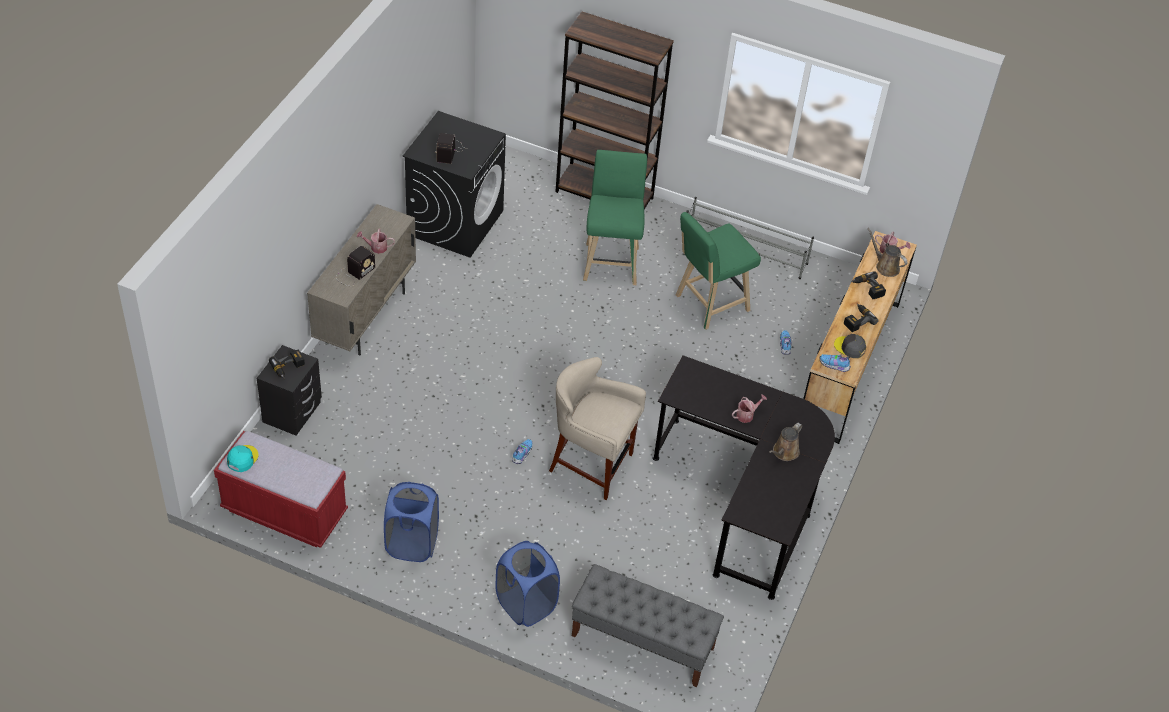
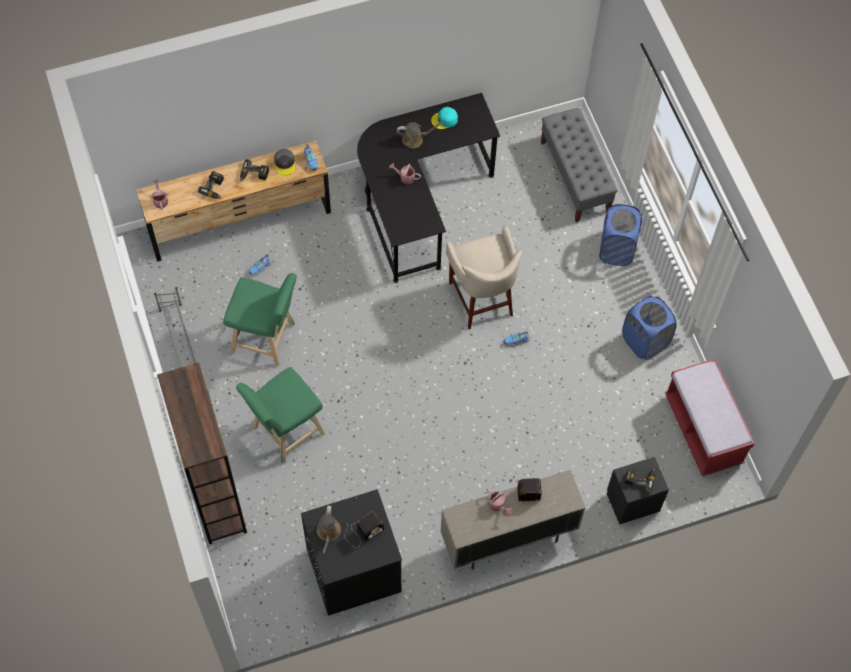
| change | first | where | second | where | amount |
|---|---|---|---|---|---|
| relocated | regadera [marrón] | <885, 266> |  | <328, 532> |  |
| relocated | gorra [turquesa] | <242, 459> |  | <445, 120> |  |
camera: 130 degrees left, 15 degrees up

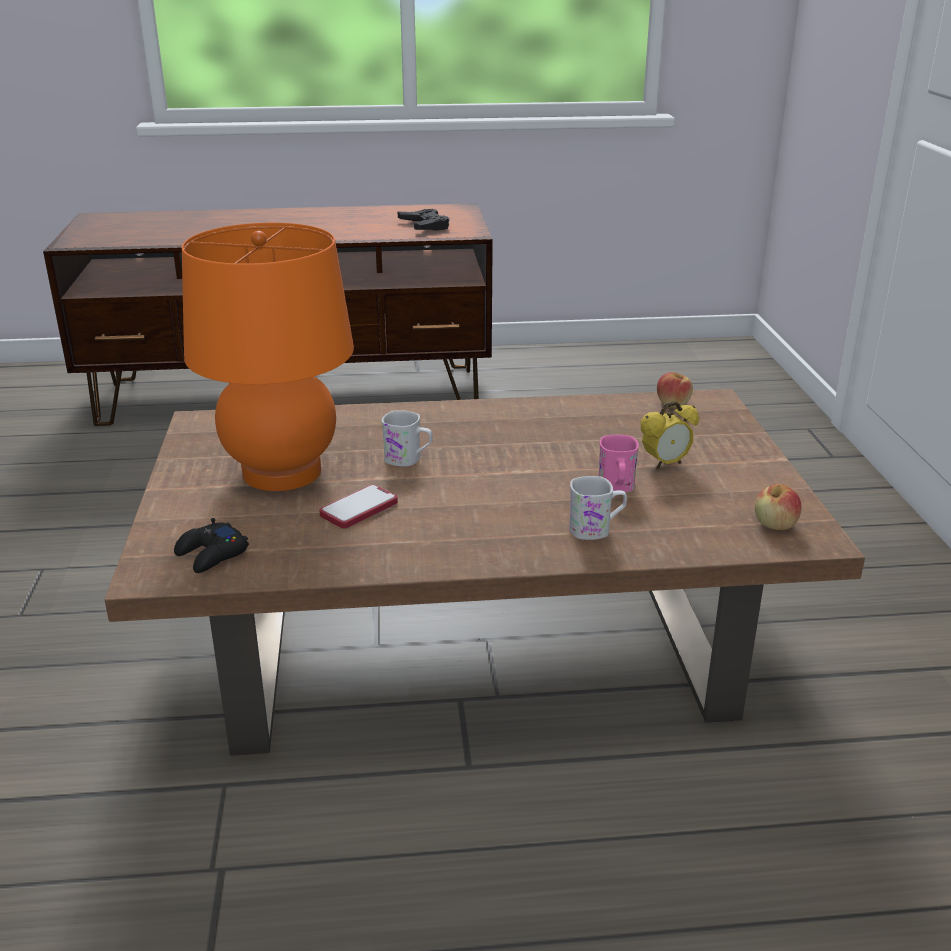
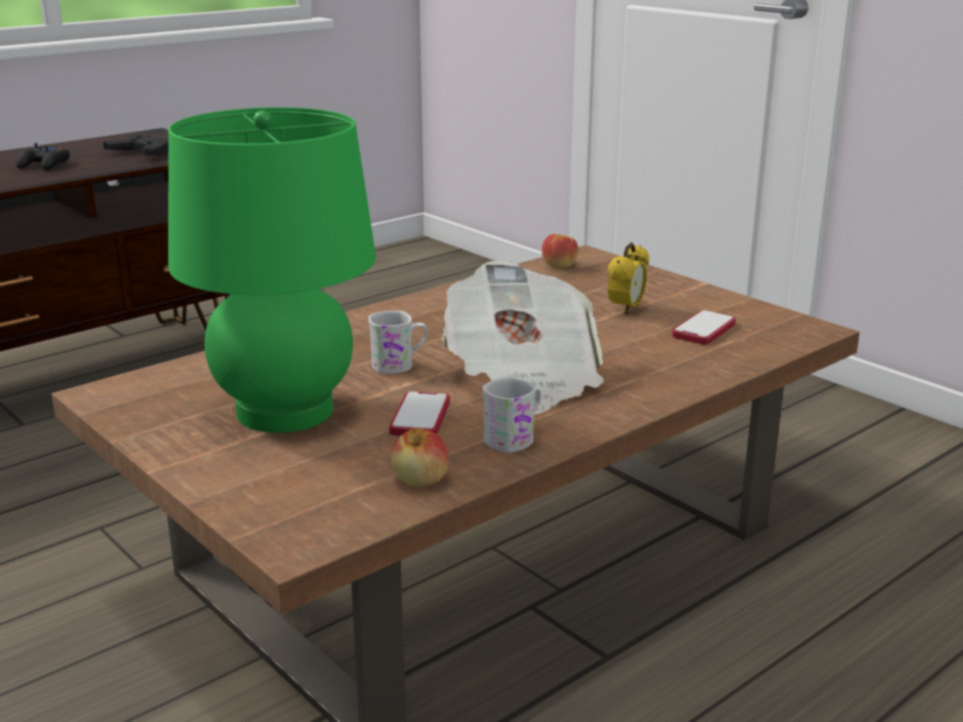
| change | first | where | second | where | amount |
|---|---|---|---|---|---|
| relocated | mando de consola [negro] | <212, 554> |  | <44, 165> |  |
| colour | lámpara de mesa [naranja] | <282, 472> | lámpara de mesa [verde] | <285, 411> |  |
| relocated | manzana | <775, 524> |  | <420, 480> |  |
| appeared |  |  | periódico | <523, 378> |  |
| relocated | taza grande [blanco] | <596, 529> |  | <514, 438> |  |
| appeared |  |  | móvil | <703, 330> |  |
| missing | taza grande [rosa] | <617, 488> |  |  |  |
camera: 35 degrees left, 5 degrees down

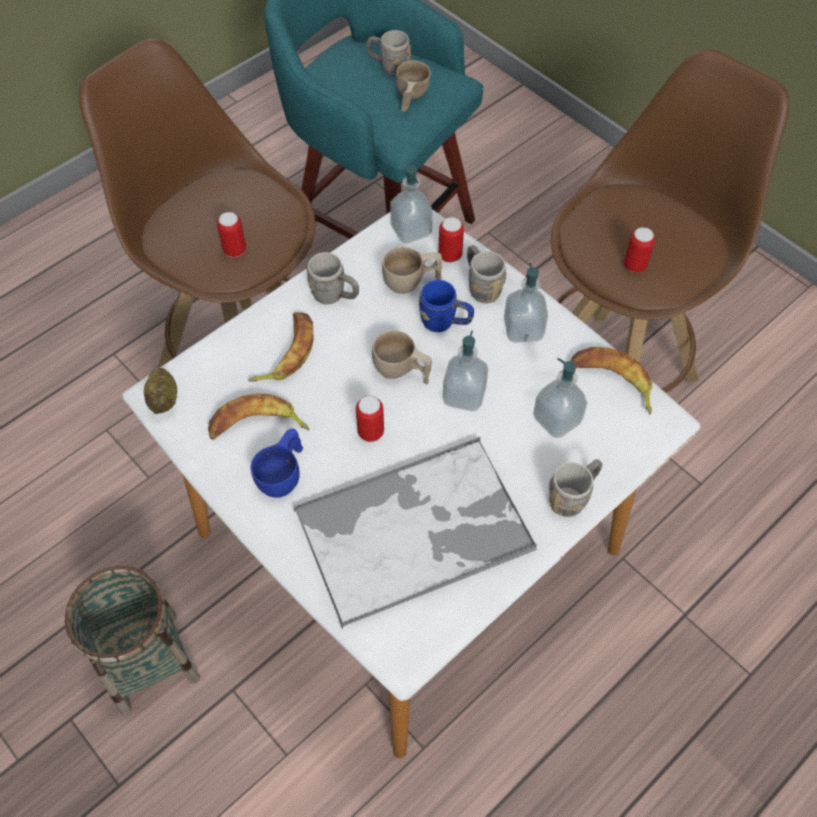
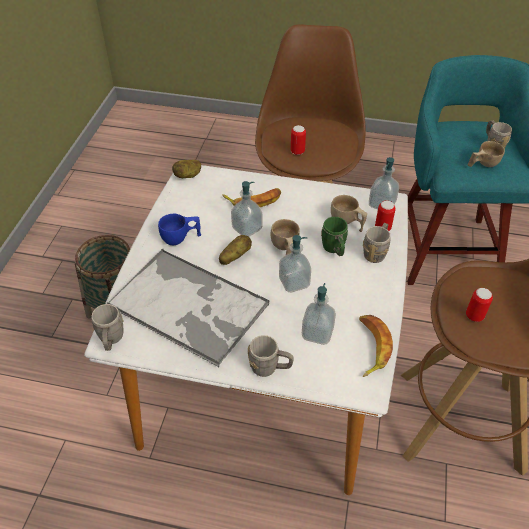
| change | first | where | second | where | amount |
|---|---|---|---|---|---|
| relocated | taza grande [gris] | <334, 296> |  | <111, 340> |  |
| exchanged | lata | <370, 432> | patata | <235, 257> |  |
| relocated | dispensador de jabón | <523, 329> |  | <247, 228> |  |
| colour | taza grande [azul] | <445, 323> | taza grande [verde] | <334, 249> |  |
| missing | plátano | <257, 426> |  |  |  |
camera: 55 degrees right, 10 degrees down

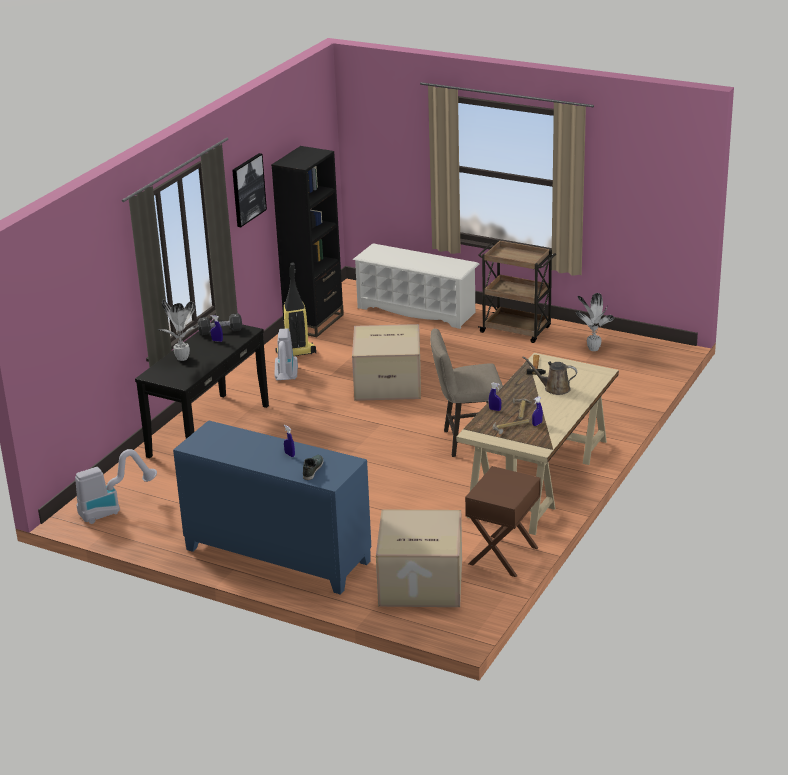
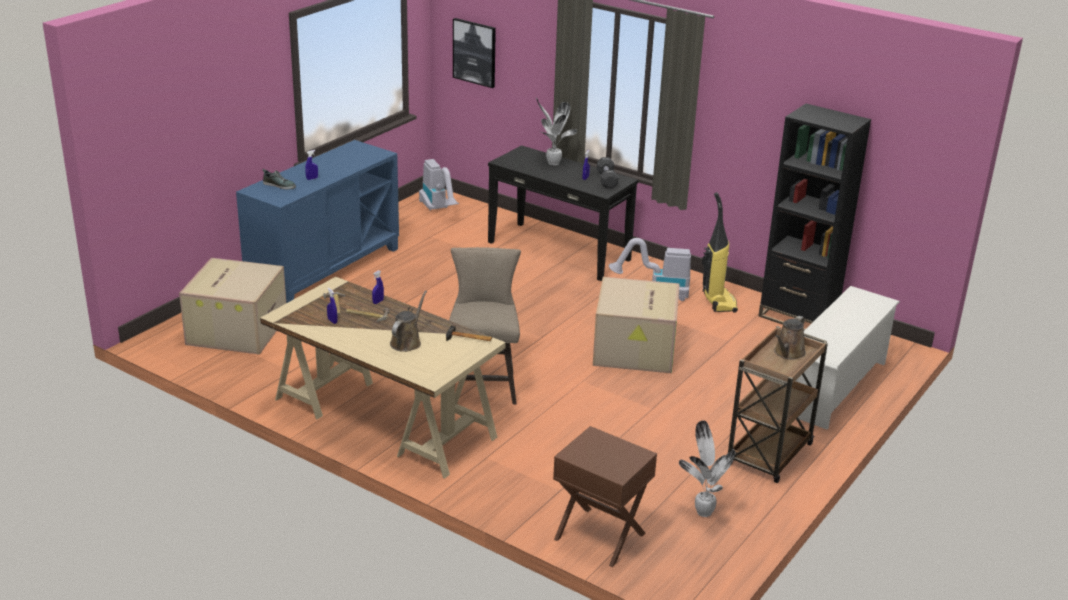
| change | first | where | second | where | amount |
|---|---|---|---|---|---|
| relocated | cuadro | <248, 189> |  | <475, 52> |  |
| relocated | mesita de noche [marrón] | <504, 556> |  | <599, 537> |  |
| appeared |  |  | regadera [marrón] | <788, 353> |  |
camera: 95 degrees right, 0 degrees up

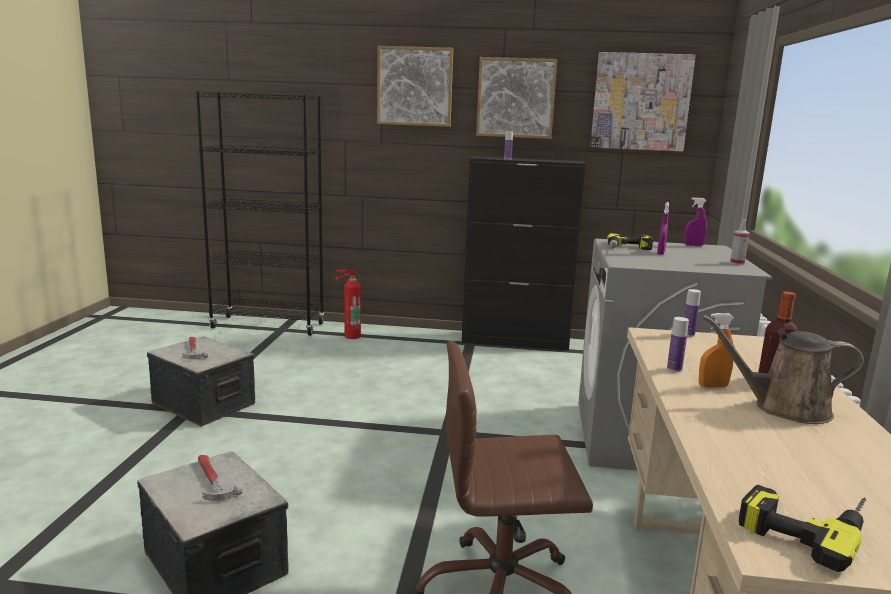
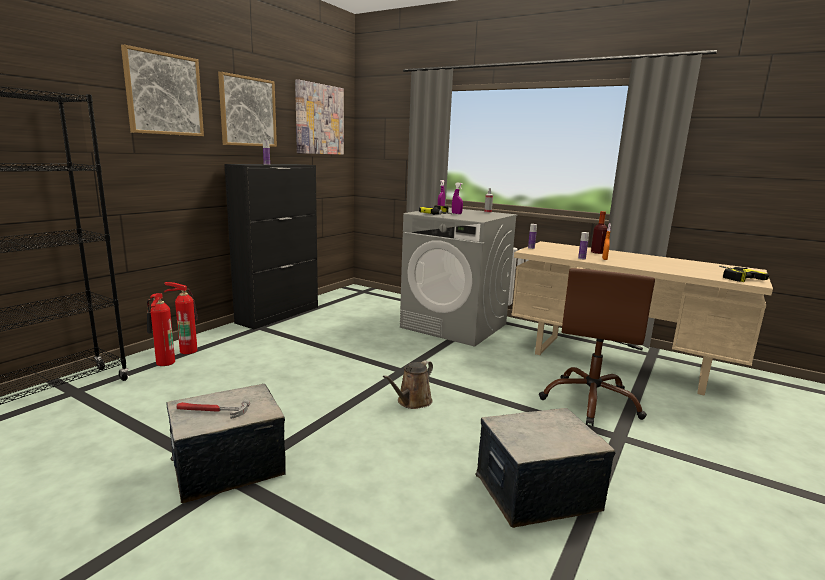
| change | first | where | second | where | amount |
|---|---|---|---|---|---|
| appeared |  |  | extintor | <188, 350> |  |
| relocated | regadera [marrón] | <784, 408> |  | <412, 402> |  |
| missing | martillo | <211, 480> |  |  |  |
camera: 65 degrees left, 0 degrees up

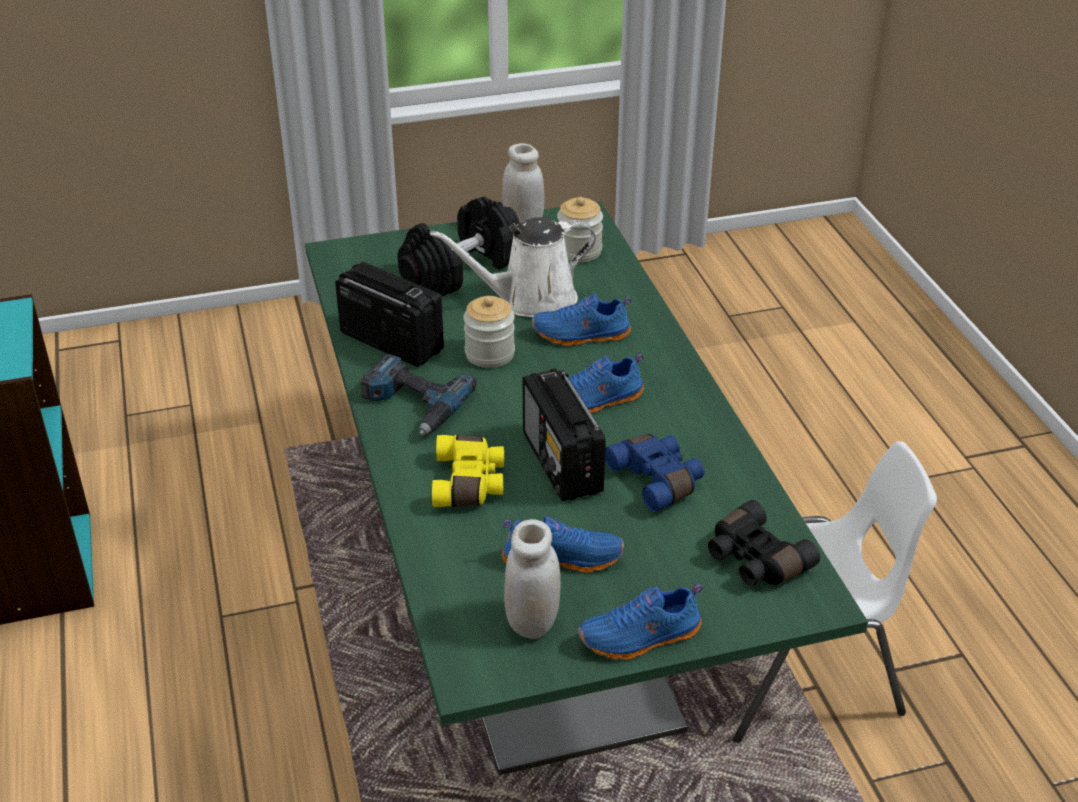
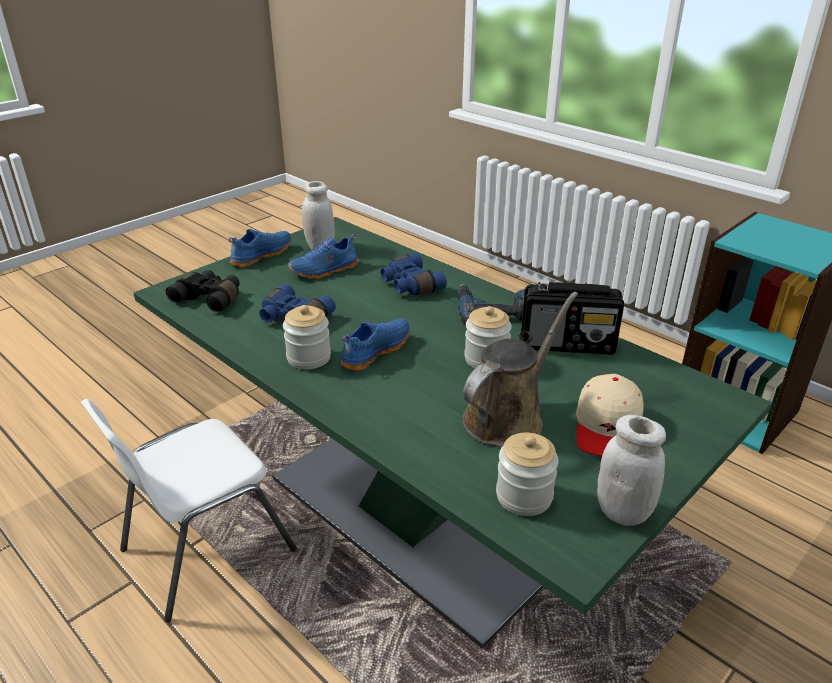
| change | first | where | second | where | amount |
|---|---|---|---|---|---|
| appeared |  |  | tarro | <309, 358> |  |
| colour | prismáticos [amarillo] | <470, 483> | prismáticos [azul] | <410, 285> |  |
| colour | regadera [blanco] | <530, 300> | regadera [marrón] | <508, 417> |  |
| exchanged | mancuerna [negro] | <461, 268> | gorra [beis] | <607, 427> |  |
| missing | radio | <562, 464> |  |  |  |
| missing | zapato [azul] | <581, 335> |  |  |  |
camera: 150 degrees right, 5 degrees down

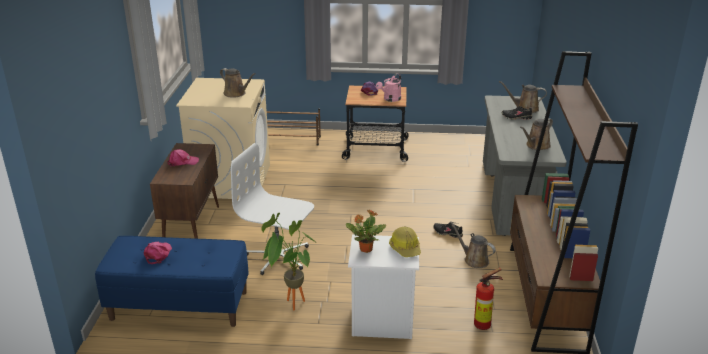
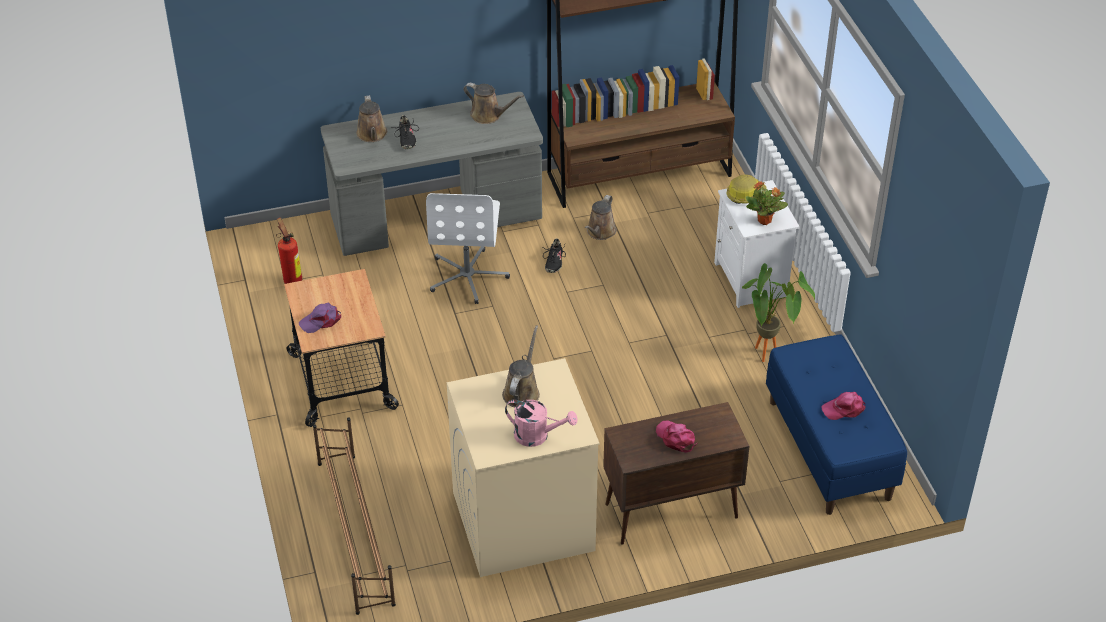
| change | first | where | second | where | amount |
|---|---|---|---|---|---|
| relocated | extintor | <485, 325> |  | <292, 279> |  |
| relocated | silla de oficina [blanco] | <278, 257> |  | <468, 276> |  |
| relocated | regadera [rosa] | <390, 99> |  | <537, 436> |  |
camera: 110 degrees left, 15 degrees up

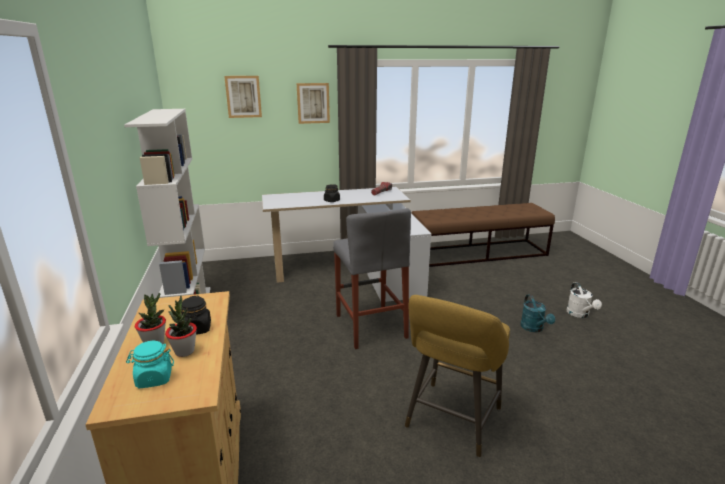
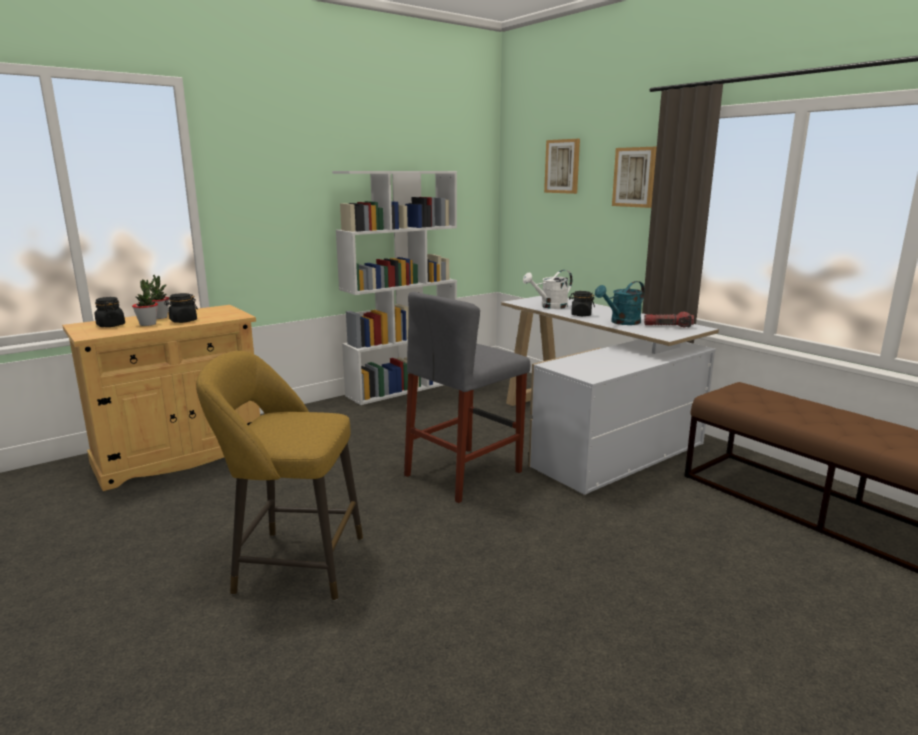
| change | first | where | second | where | amount |
|---|---|---|---|---|---|
| colour | tarro [turquesa] | <154, 378> | tarro [negro] | <110, 325> |  |
| relocated | regadera [blanco] | <580, 314> |  | <550, 306> |  |
| relocated | regadera [turquesa] | <534, 328> |  | <621, 322> |  |
camera: 65 degrees right, 5 degrees down

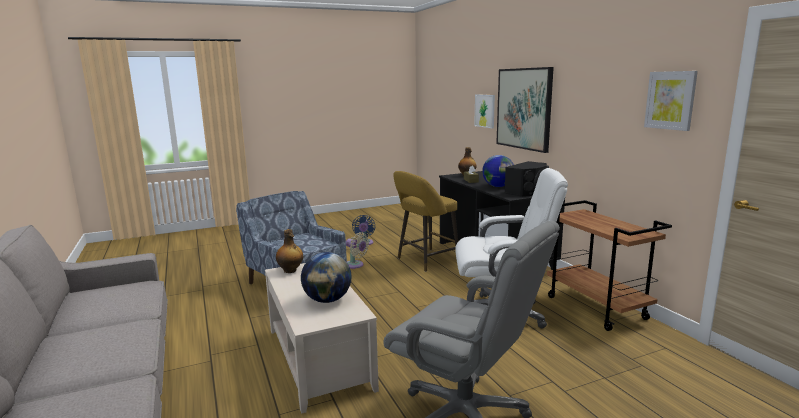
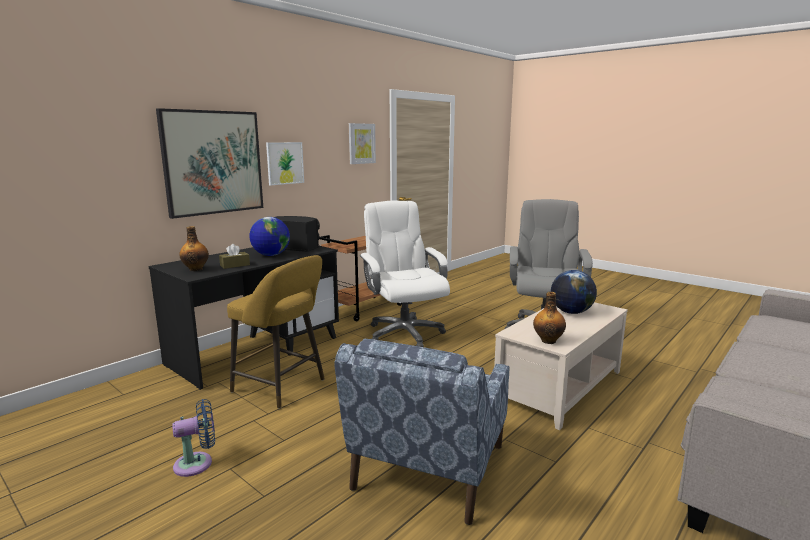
| change | first | where | second | where | amount |
|---|---|---|---|---|---|
| relocated | cuadro | <485, 111> |  | <285, 163> |  |
| missing | ventilador [beis] | <355, 265> |  |  |  |
camera: 115 degrees left, 0 degrees up

